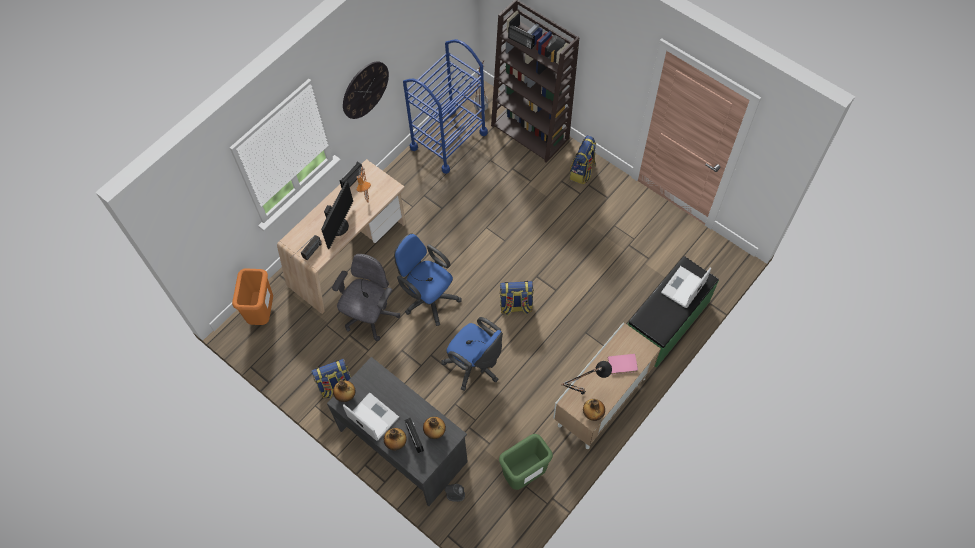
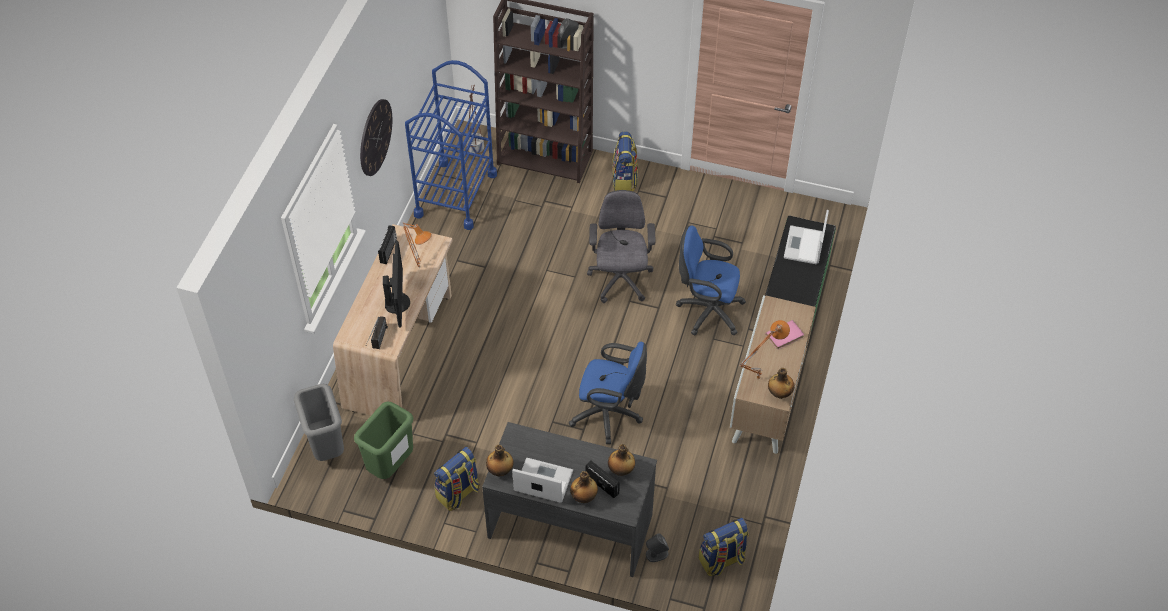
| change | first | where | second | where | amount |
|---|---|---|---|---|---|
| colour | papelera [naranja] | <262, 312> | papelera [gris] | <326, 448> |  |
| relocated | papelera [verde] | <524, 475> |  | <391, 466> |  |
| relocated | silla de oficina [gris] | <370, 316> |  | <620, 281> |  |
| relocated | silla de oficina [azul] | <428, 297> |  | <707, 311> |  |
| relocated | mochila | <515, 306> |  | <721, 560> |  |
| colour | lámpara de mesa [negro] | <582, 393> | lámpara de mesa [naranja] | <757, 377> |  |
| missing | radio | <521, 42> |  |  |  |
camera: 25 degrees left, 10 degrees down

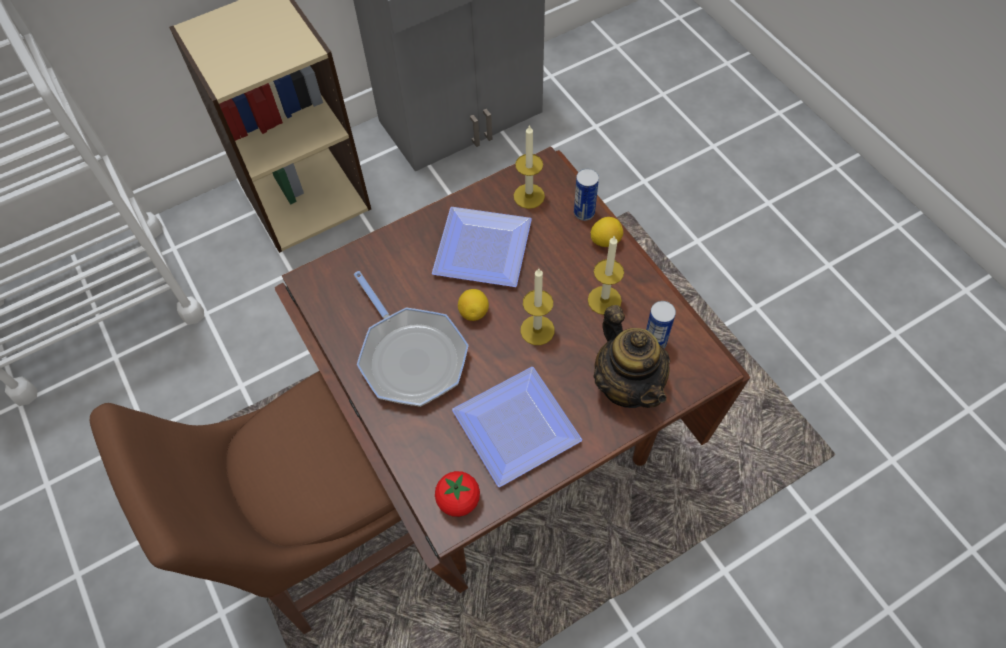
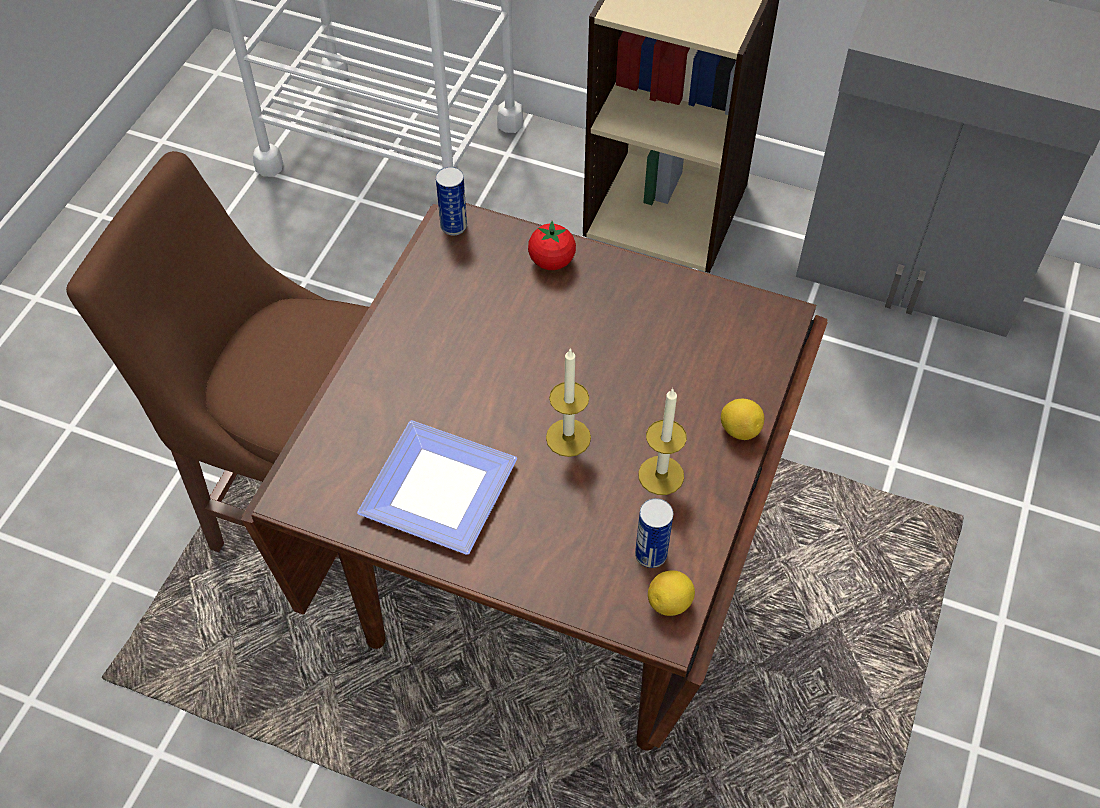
| change | first | where | second | where | amount |
|---|---|---|---|---|---|
| relocated | lata | <584, 213> |  | <453, 226> |  |
| relocated | tomate | <458, 500> |  | <551, 261> |  |
| relocated | limón | <474, 312> |  | <669, 603> |  |
| missing | sartén | <410, 356> |  |  |  |
| missing | plato | <479, 251> |  |  |  |
| missing | vela | <529, 196> |  |  |  |
| missing | tetera | <627, 385> |  |  |  |
camera: 50 degrees right, 5 degrees down

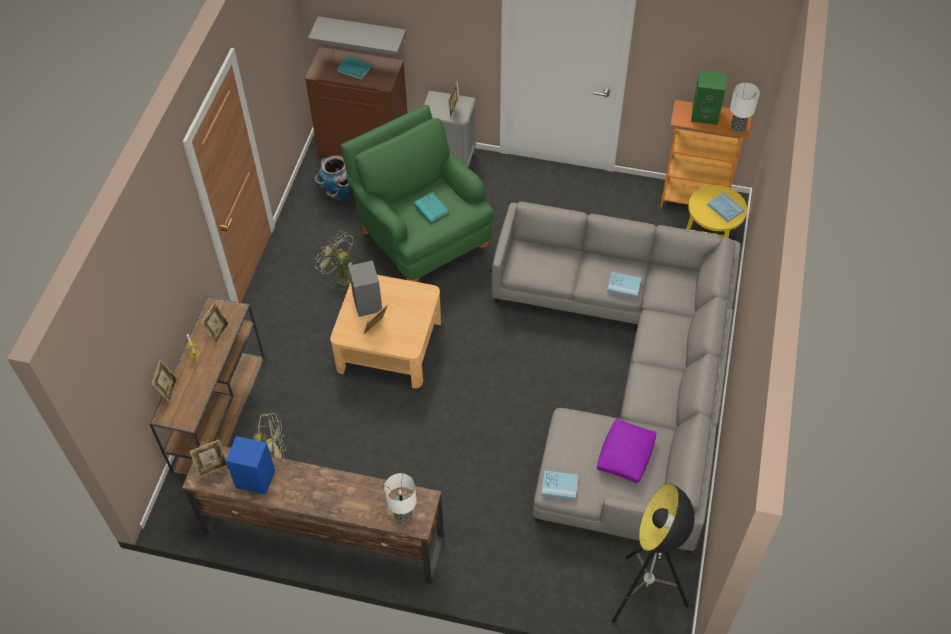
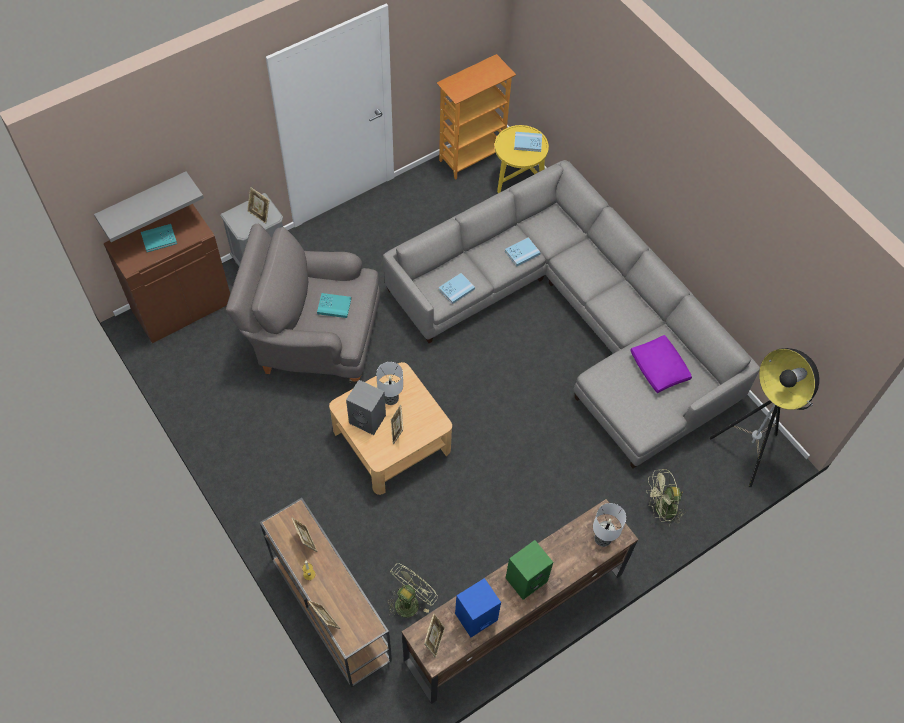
| change | first | where | second | where | amount |
|---|---|---|---|---|---|
| colour | sillón [verde] | <421, 235> | sillón [gris] | <313, 338> |  |
| relocated | lámpara de mesa | <738, 127> |  | <391, 398> |  |
| relocated | libro [azul] | <559, 486> |  | <456, 289> |  |
| relocated | altavoz [verde] | <706, 114> |  | <526, 578> |  |
| relocated | ventilador [verde] | <340, 276> |  | <661, 510> |  |
| missing | maceta | <338, 193> |  |  |  |
camera: 50 degrees left, 5 degrees up

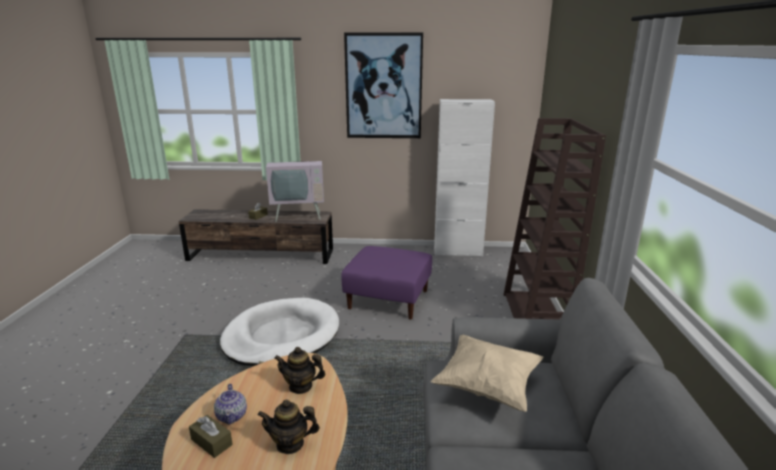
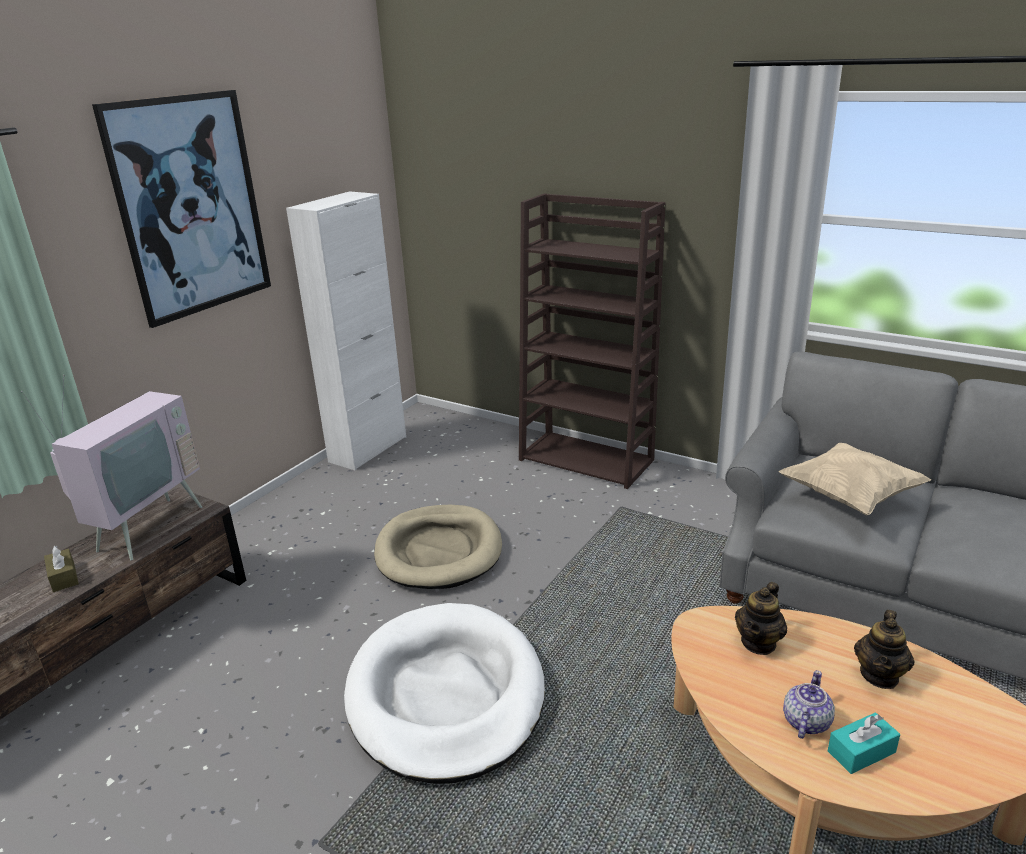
| change | first | where | second | where | amount |
|---|---|---|---|---|---|
| exchanged | puf [morado] | <389, 299> | cama para perro [beis] | <439, 551> |  |
| spun | tetera | <232, 415> |  | <805, 722> | 75 degrees counterclockwise |
| colour | caja de pañuelos [marrón] | <211, 442> | caja de pañuelos [turquesa] | <861, 752> |  |
camera: 60 degrees left, 5 degrees up

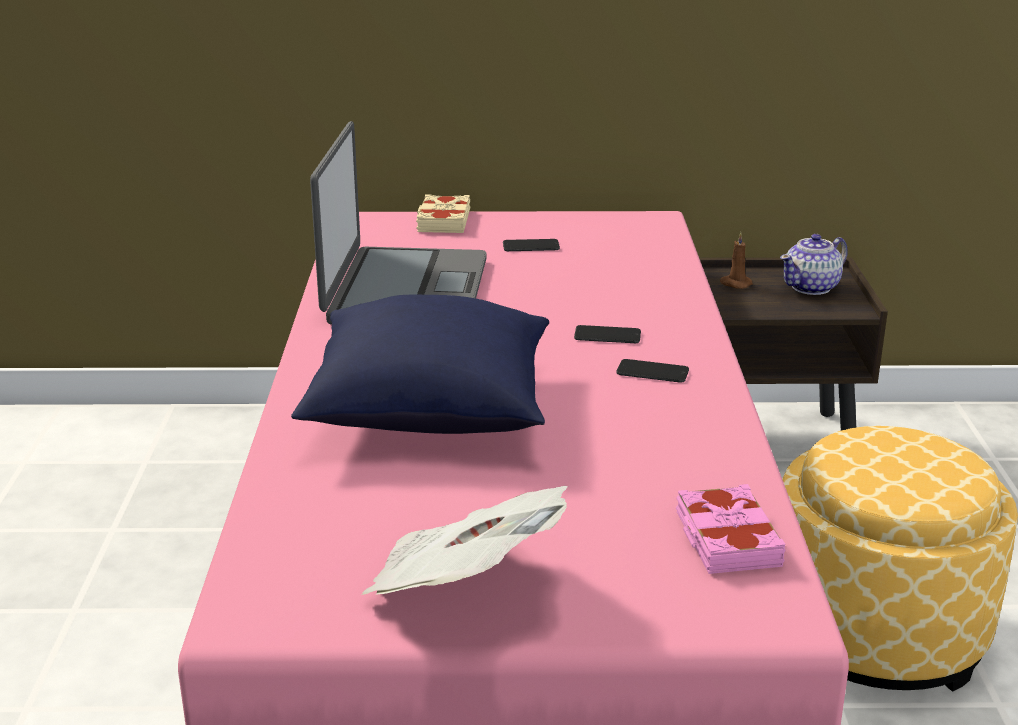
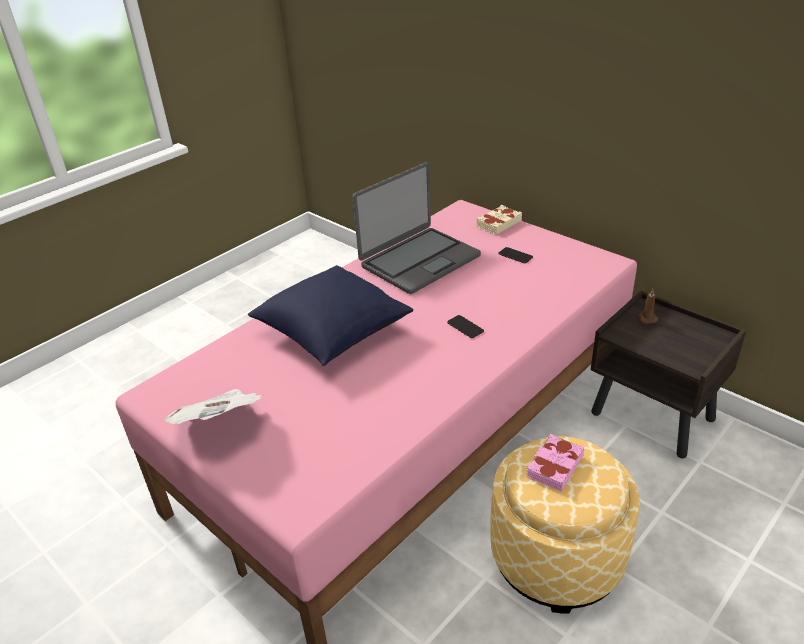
| change | first | where | second | where | amount |
|---|---|---|---|---|---|
| relocated | libro [rosa] | <726, 539> |  | <554, 466> |  |
| missing | móvil | <652, 372> |  |  |  |
| missing | tetera | <811, 287> |  |  |  |
camera: 45 degrees right, 10 degrees up

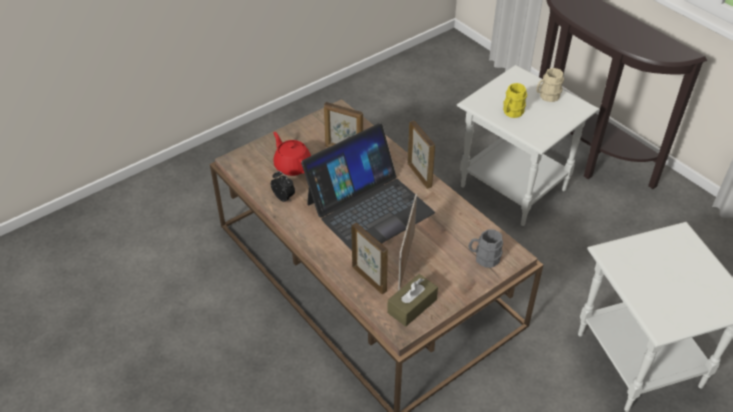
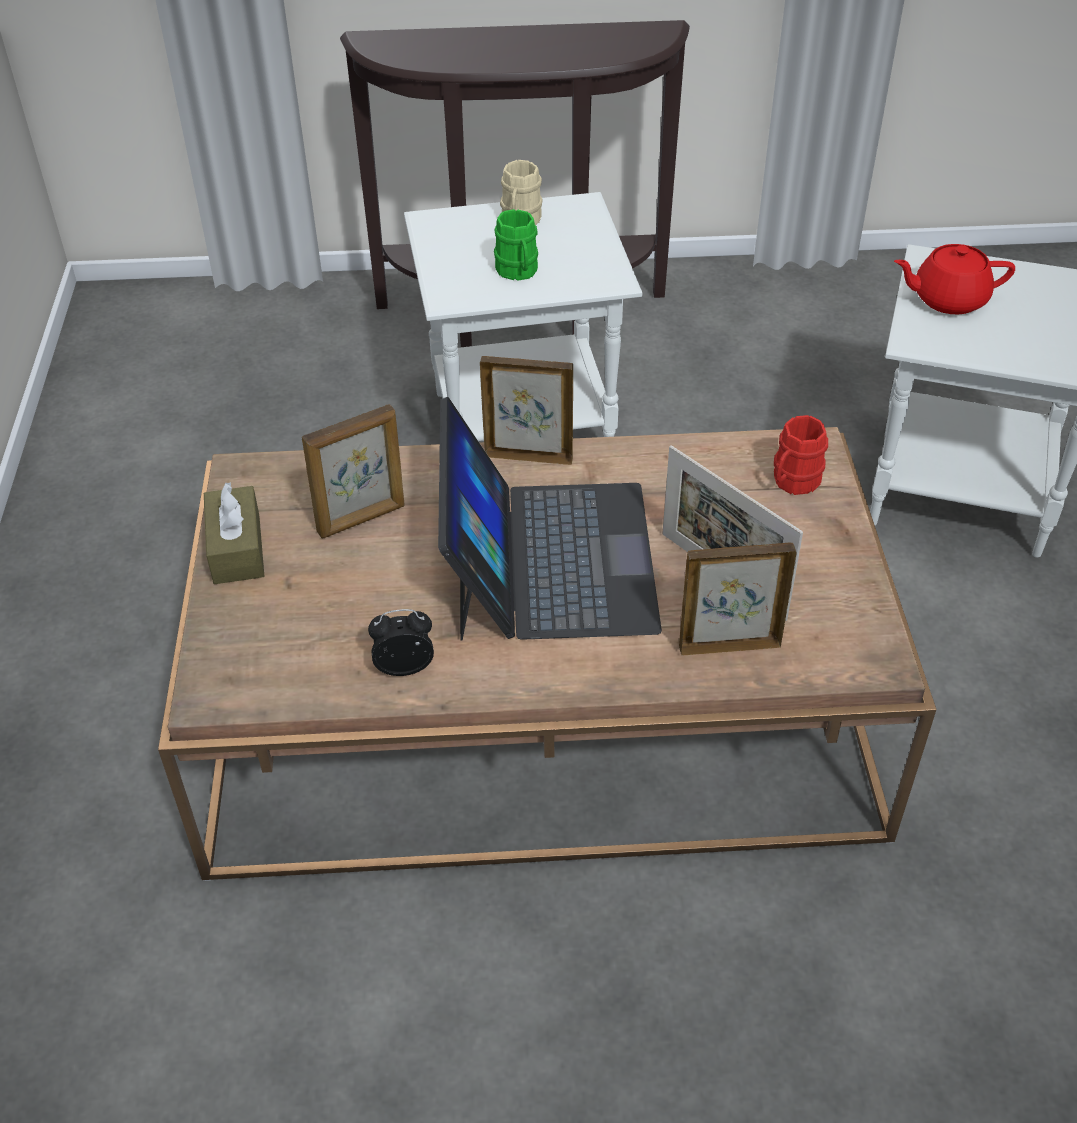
| change | first | where | second | where | amount |
|---|---|---|---|---|---|
| relocated | caja de pañuelos [marrón] | <412, 306> |  | <237, 549> |  |
| colour | taza grande [amarillo] | <511, 112> | taza grande [verde] | <518, 272> |  |
| colour | taza grande [gris] | <484, 258> | taza grande [rojo] | <792, 482> |  |
| relocated | tetera [rojo] | <292, 166> |  | <947, 299> |  |
camera: 55 degrees left, 0 degrees up

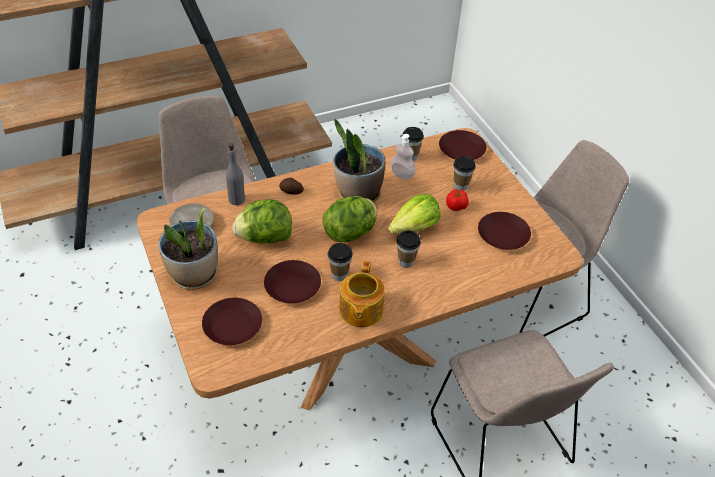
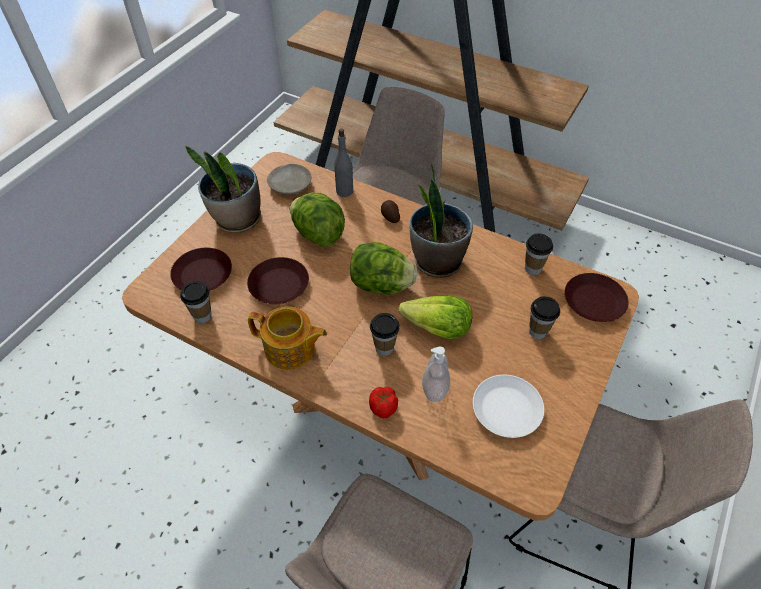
| change | first | where | second | where | amount |
|---|---|---|---|---|---|
| relocated | taza | <339, 275> |  | <202, 316> |  |
| spun | tetera | <360, 311> |  | <291, 349> | 135 degrees counterclockwise |
| relocated | tomate | <456, 206> |  | <383, 408> |  |
| relocated | dispensador de jabón | <402, 174> |  | <435, 389> |  |
| colour | plato [marrón] | <503, 235> | plato [blanco] | <506, 410> |  |
camera: 55 degrees right, 5 degrees up

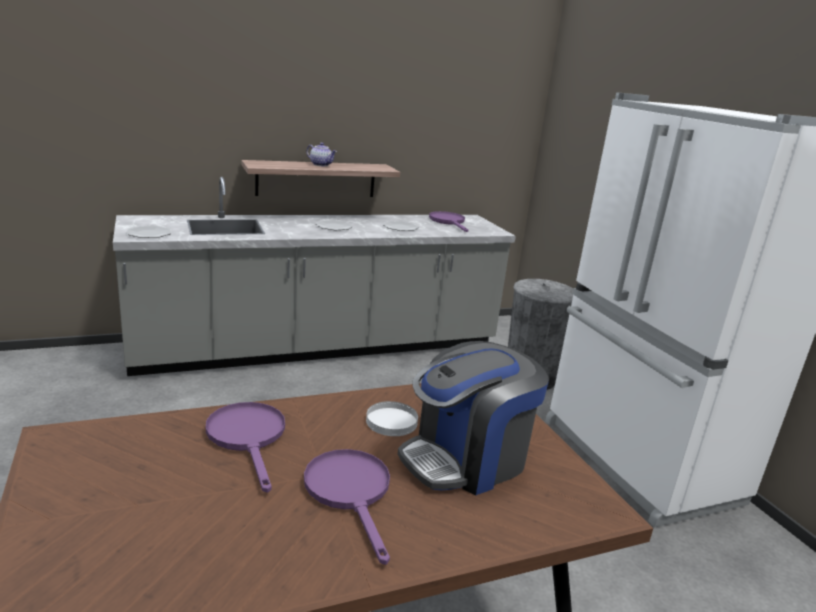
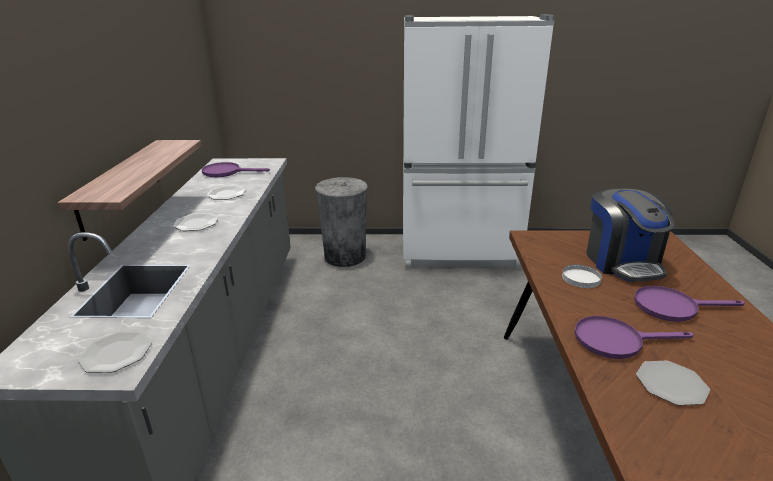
| change | first | where | second | where | amount |
|---|---|---|---|---|---|
| appeared |  |  | plato | <671, 384> |  |
| missing | tetera | <321, 165> |  |  |  |
camera: 65 degrees left, 5 degrees up

